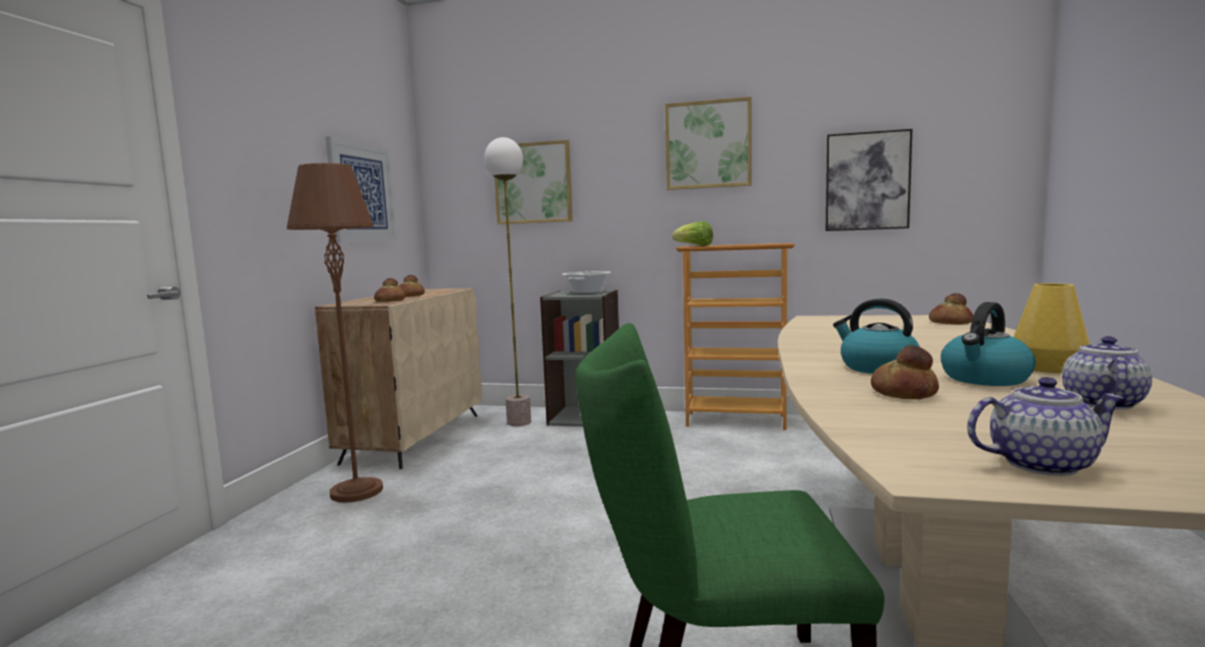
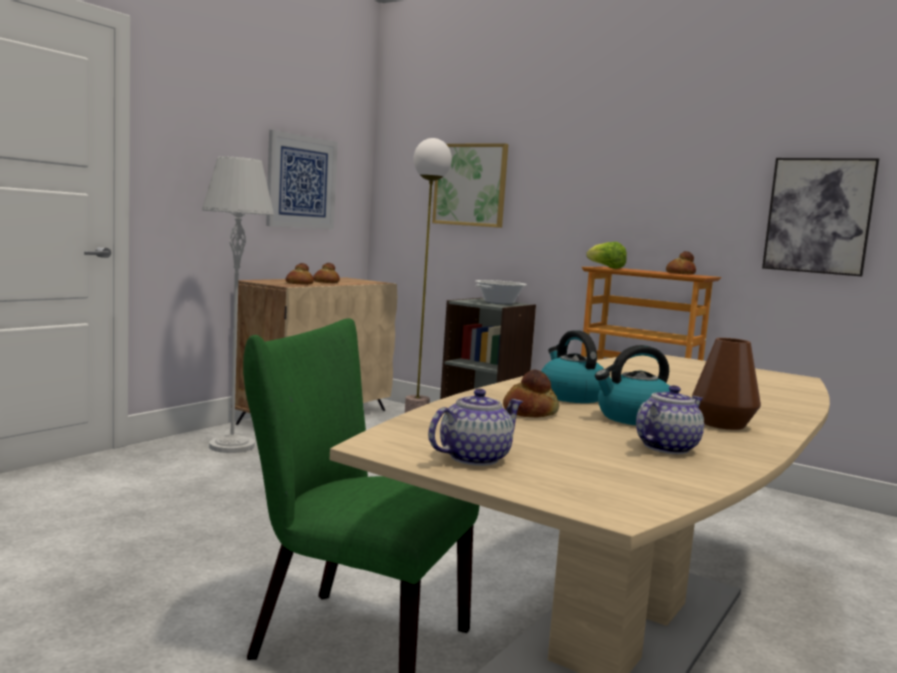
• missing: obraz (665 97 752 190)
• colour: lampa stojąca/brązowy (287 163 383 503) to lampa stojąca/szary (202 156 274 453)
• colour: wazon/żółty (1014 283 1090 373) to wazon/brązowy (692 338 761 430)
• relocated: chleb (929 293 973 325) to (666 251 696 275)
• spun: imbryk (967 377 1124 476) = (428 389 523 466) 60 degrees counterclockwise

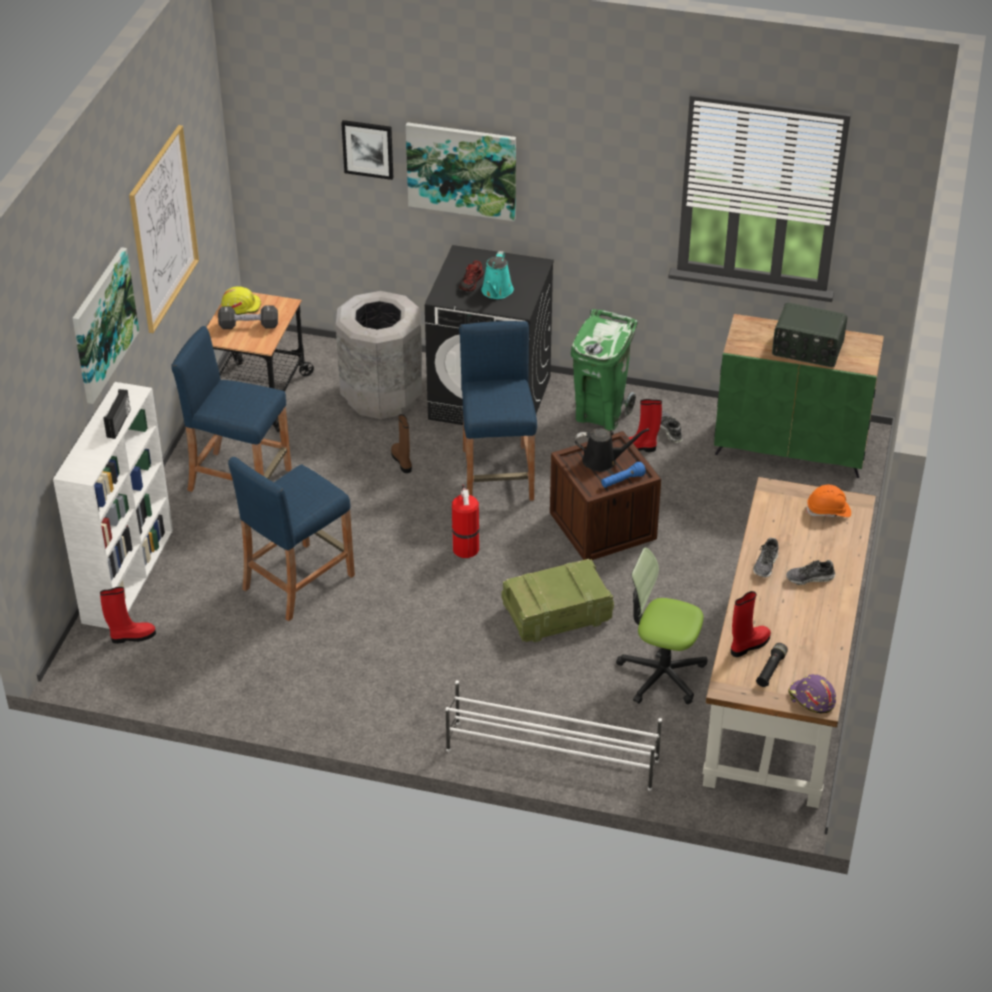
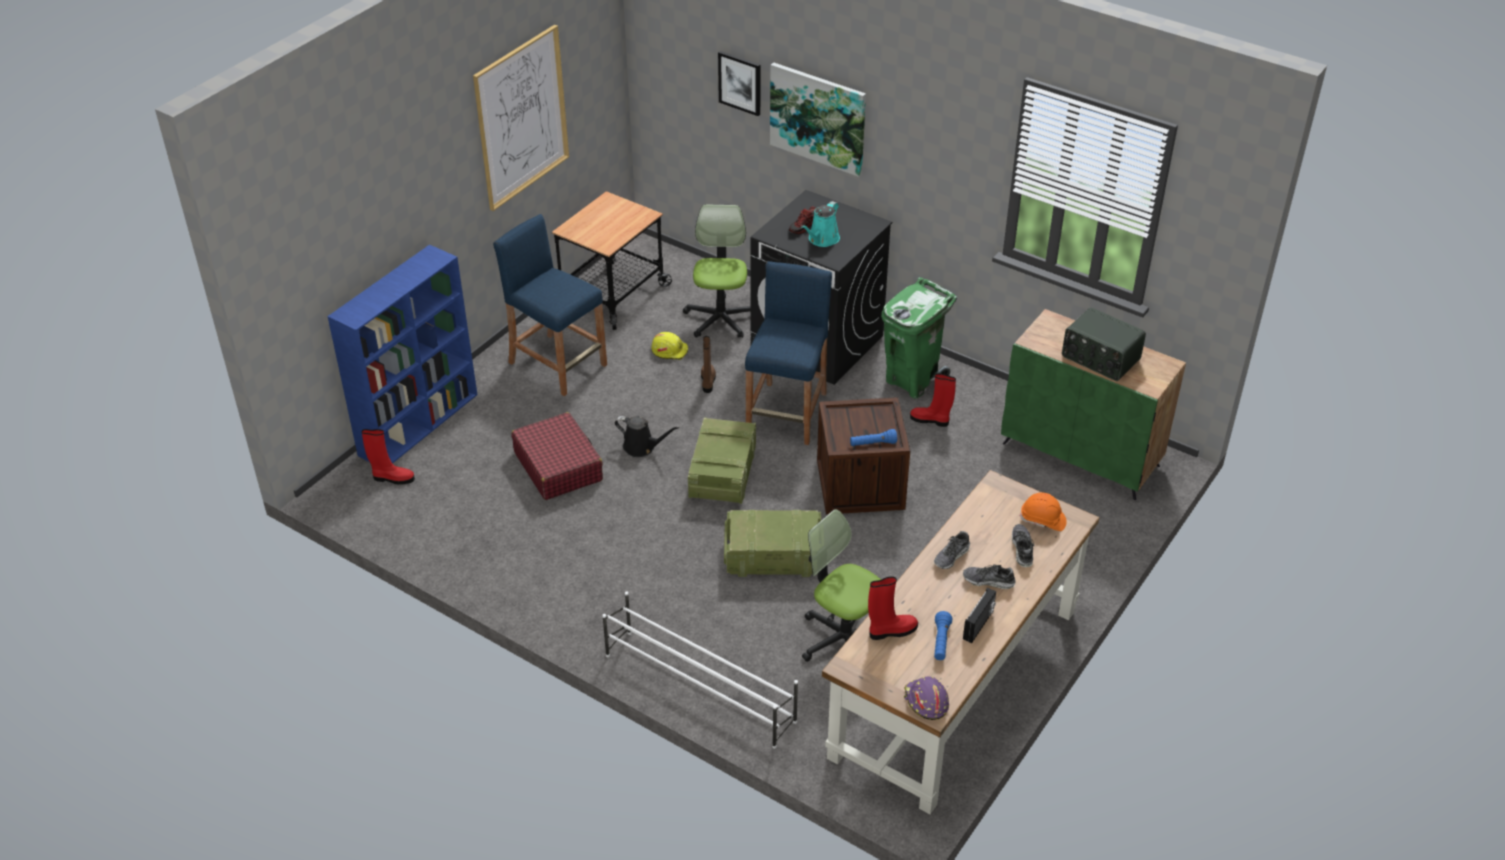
• missing: obraz (72 247 139 404)
• relocated: kask/żółty (221 286 261 315) to (651 332 688 360)
• exchanged: kosz na śmieci/szary (336 291 423 419) to krzesło biurowe (683 204 750 338)
• missing: hantel/czarny (218 305 278 329)
• colour: regał/biały (53 382 173 629) to regał/niebieski (327 245 477 464)
• relocated: radio (103 389 131 439) to (963 588 996 643)
• relocated: but (660 411 683 443) to (1012 524 1034 567)
• relocated: konewka/czarny (575 428 649 472) to (615 416 679 457)
• exchanged: stołek/niebieski (228 457 355 621) to walizka/czerwony (511 412 603 500)
• exchanged: gaśnica (452 485 479 558) to skrzynka (688 417 756 504)
• missing: latarka/czarny (756 643 788 687)
• appeared: latarka/niebieski (934 611 952 660)

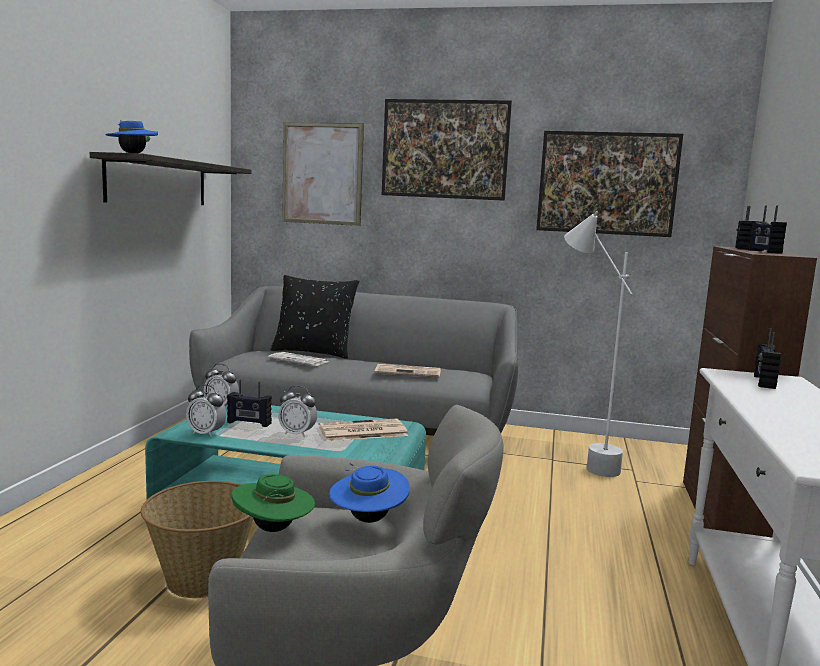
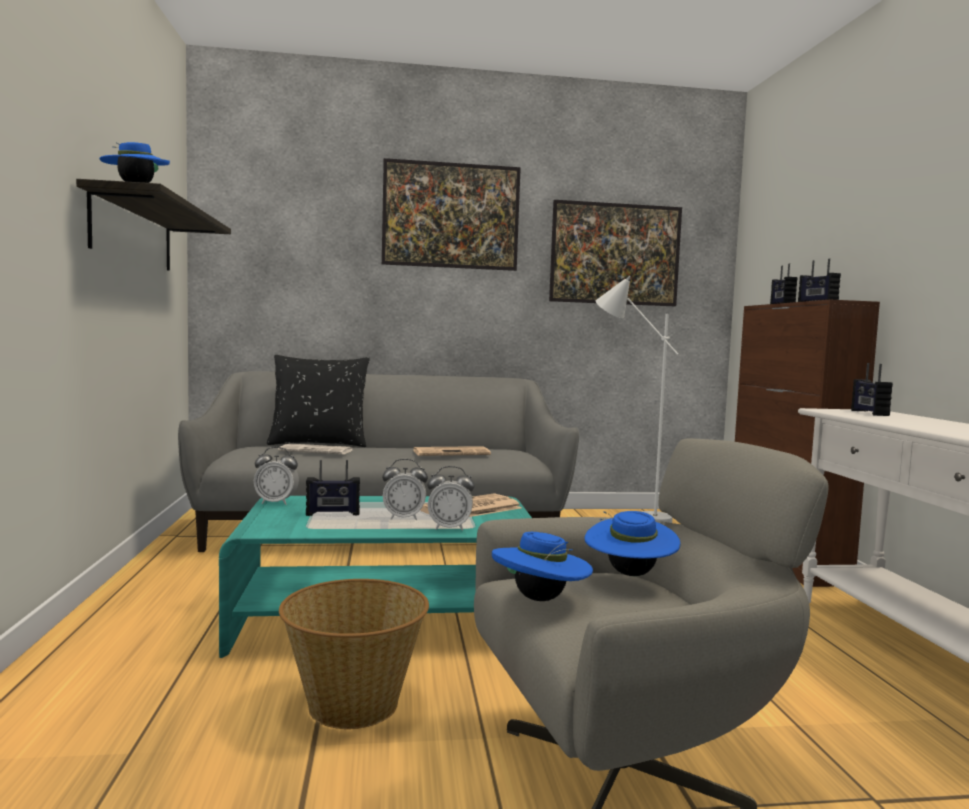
• missing: obraz (282 122 364 226)
• relocated: budzik (186 384 226 437) to (427 466 475 531)
• colour: kapelusz/zielony (231 474 315 532) to kapelusz/niebieski (492 532 593 601)

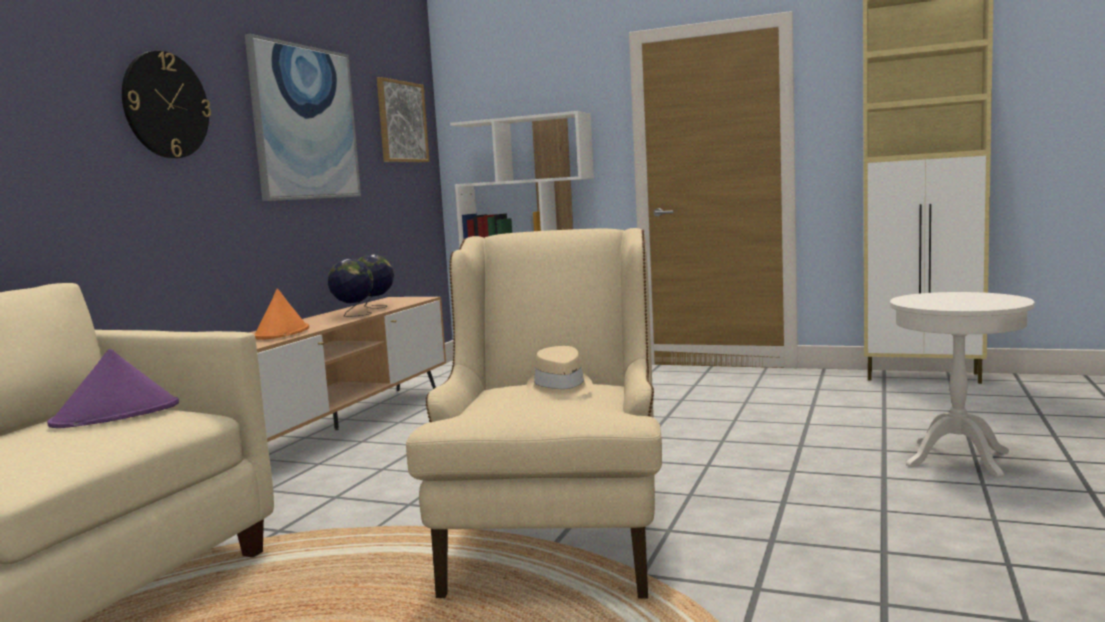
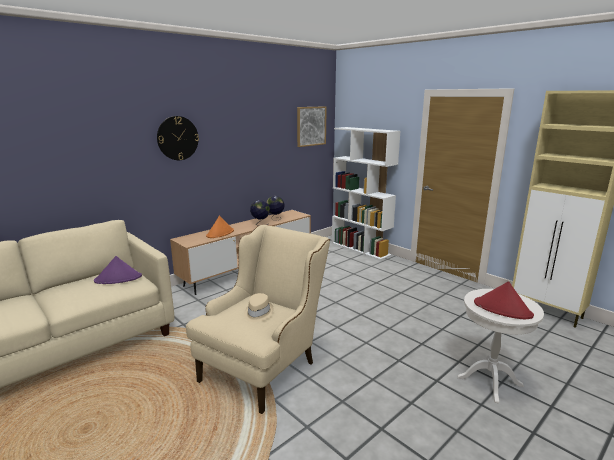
• missing: obraz (245 34 361 201)
• appeared: kapelusz/czerwony (474 281 534 320)

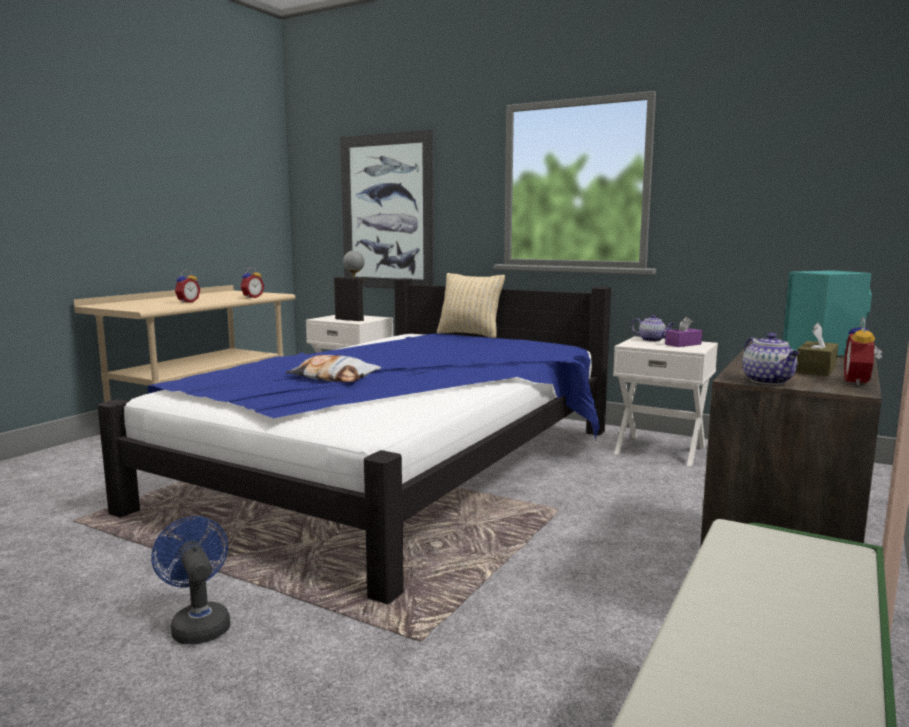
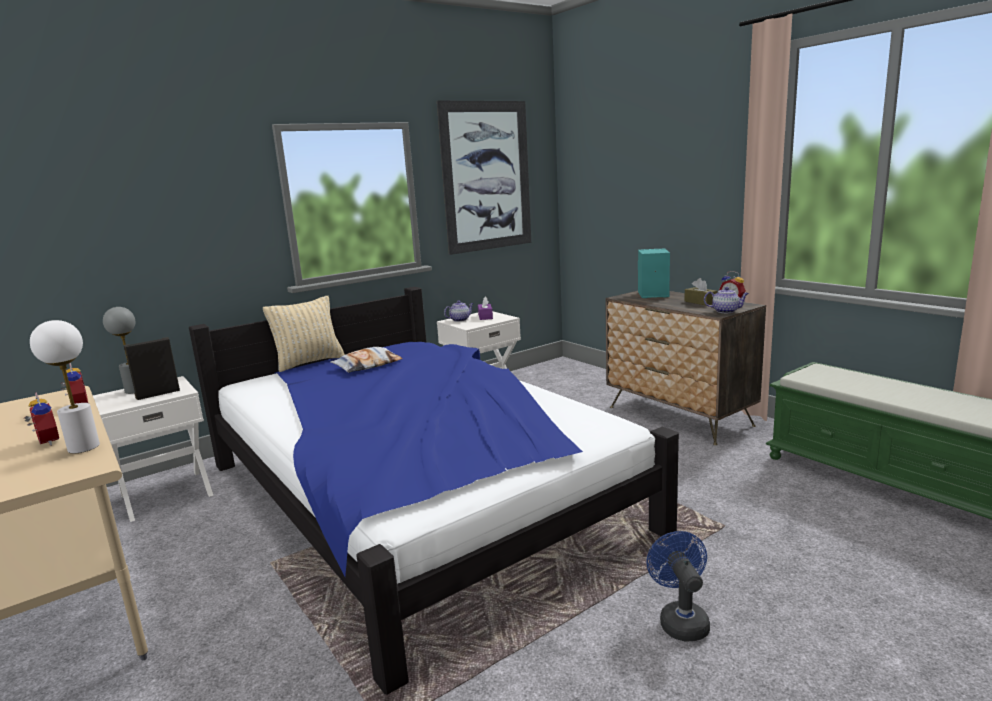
• relocated: obraz (340 130 434 289) to (437 101 531 255)
• relocated: poduszka (285 355 381 382) to (330 347 403 373)
• spun: wentylator/niebieski (151 516 230 644) = (646 531 710 642) 90 degrees clockwise
• appeared: lampa stołowa/biały (30 320 100 453)

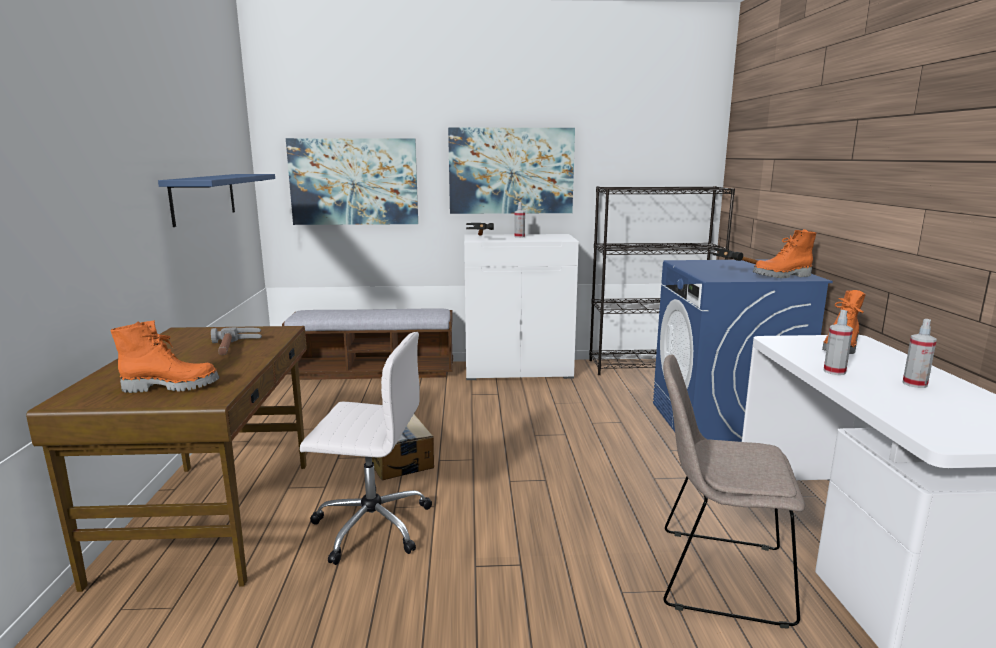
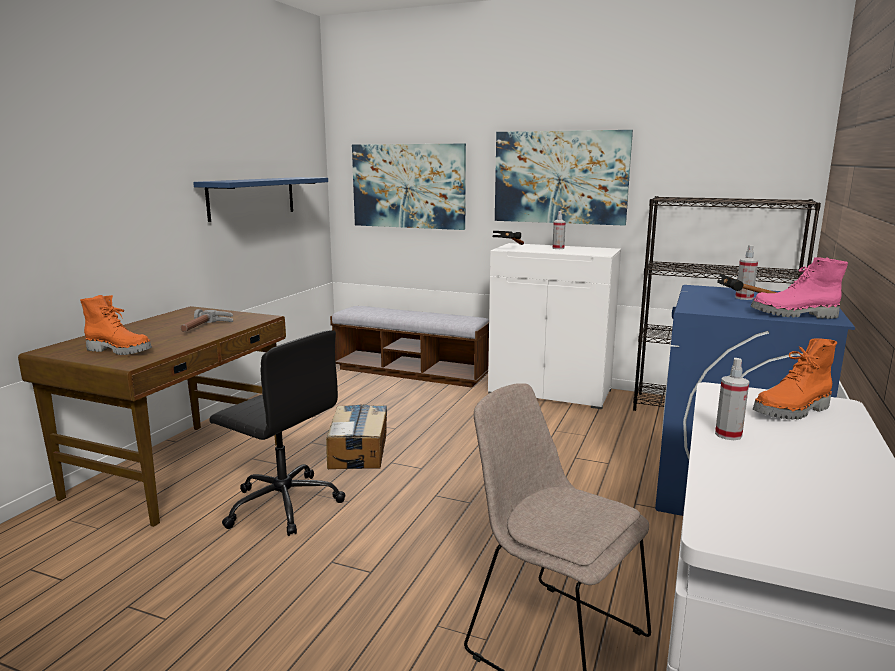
• colour: but z cholewką/pomarańczowy (753 229 816 278) to but z cholewką/różowy (751 257 848 319)
• relocated: spryskiwacz (903 319 937 388) to (735 245 758 300)
• colour: krzesło biurowe/biały (300 332 432 565) to krzesło biurowe/czarny (210 330 345 536)

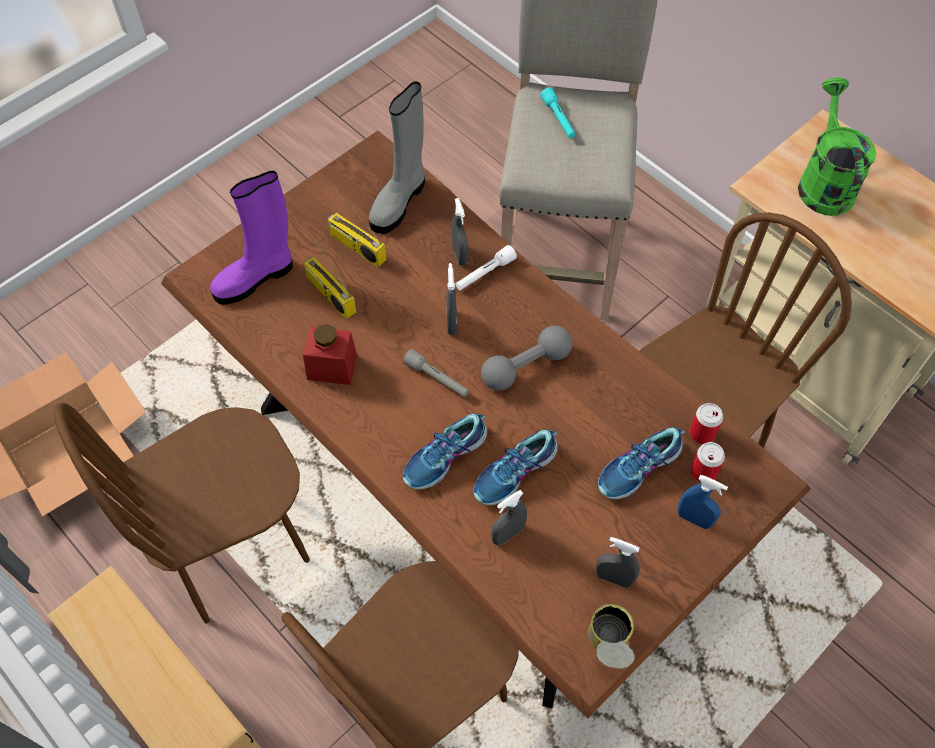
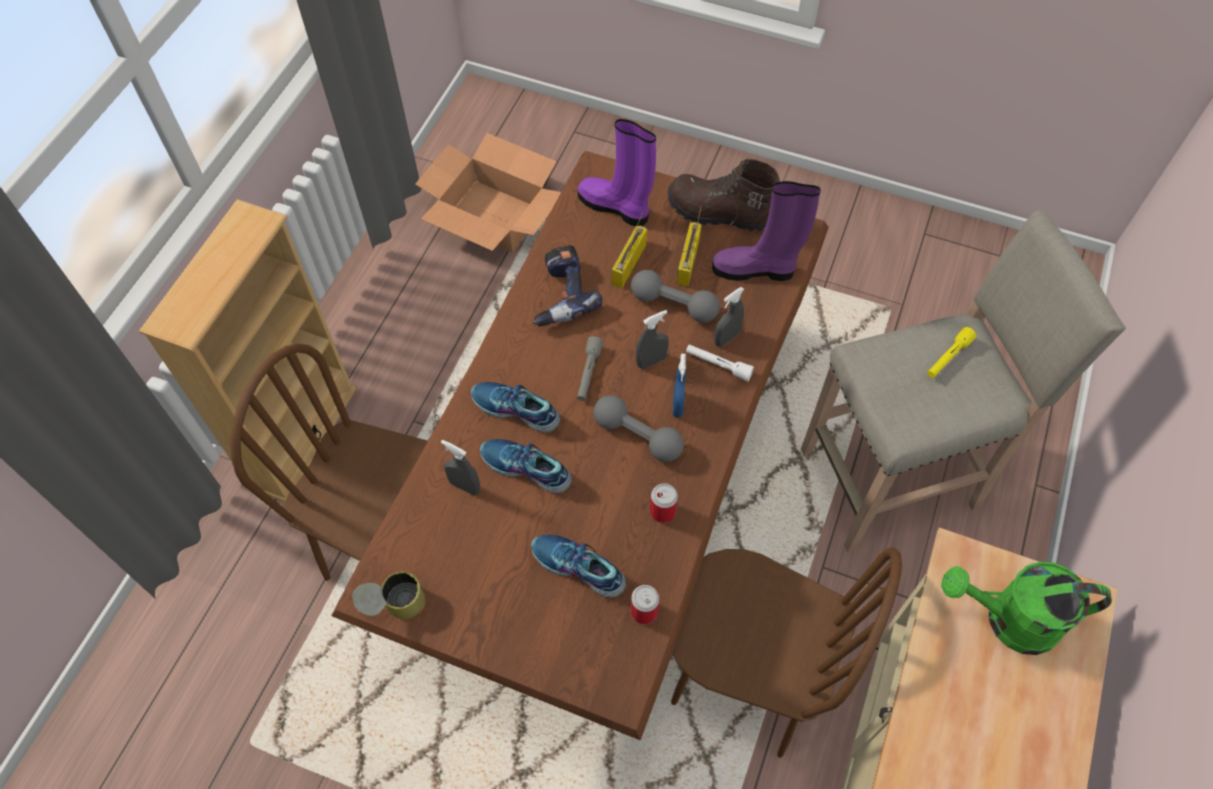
• spun: konewka/zielony (798 78 876 216) = (941 562 1112 655) 150 degrees counterclockwise
• colour: but z cholewką/szary (369 81 425 234) to but z cholewką/fioletowy (712 181 821 281)
• colour: latarka/turkusowy (540 87 576 138) to latarka/żółty (927 327 976 378)
• exchanged: słoik/czerwony (303 324 357 385) to wiertarka (533 245 602 326)
• missing: krzesło/brązowy (54 403 310 624)
• relocated: puszka (691 442 725 482) to (650 483 678 523)
• relocated: spryskiwacz/niebieski (678 475 728 529) to (673 354 686 418)
• missing: spryskiwacz/szary (596 537 640 588)
• appeared: but z cholewką/brązowy (668 159 780 231)
• appeared: hantel/szary (631 270 720 323)

